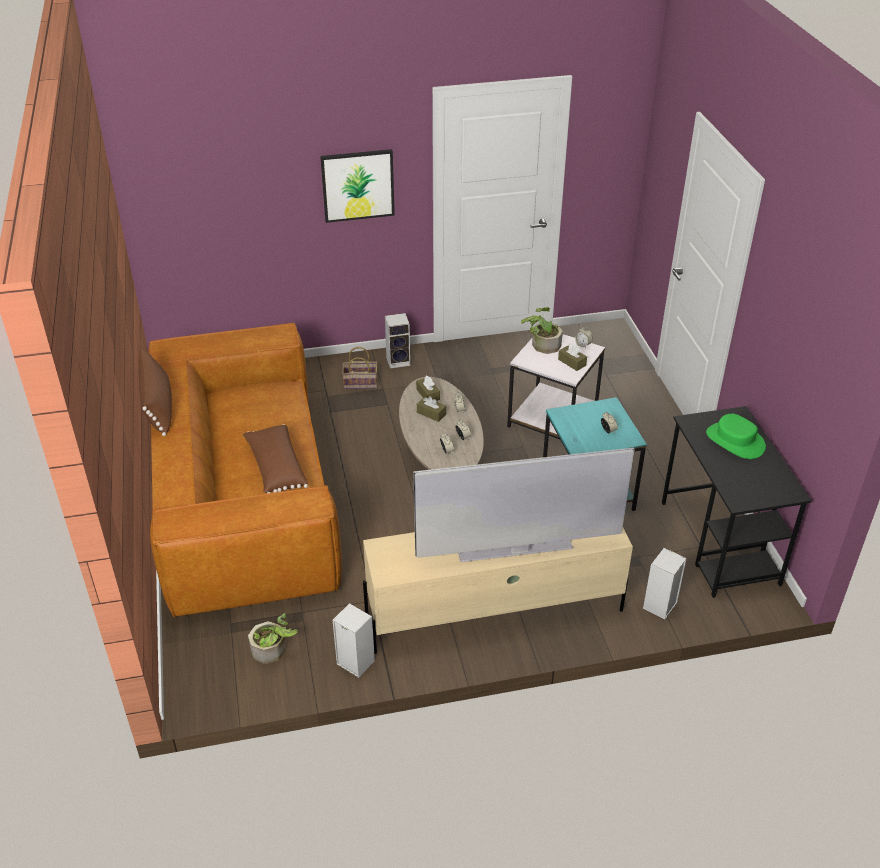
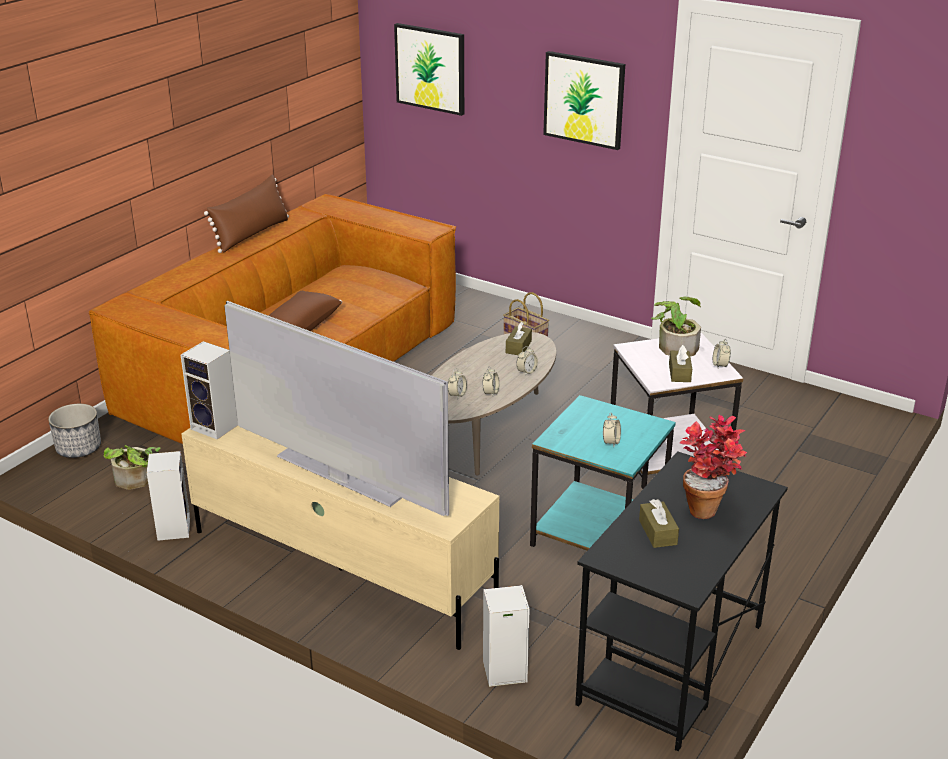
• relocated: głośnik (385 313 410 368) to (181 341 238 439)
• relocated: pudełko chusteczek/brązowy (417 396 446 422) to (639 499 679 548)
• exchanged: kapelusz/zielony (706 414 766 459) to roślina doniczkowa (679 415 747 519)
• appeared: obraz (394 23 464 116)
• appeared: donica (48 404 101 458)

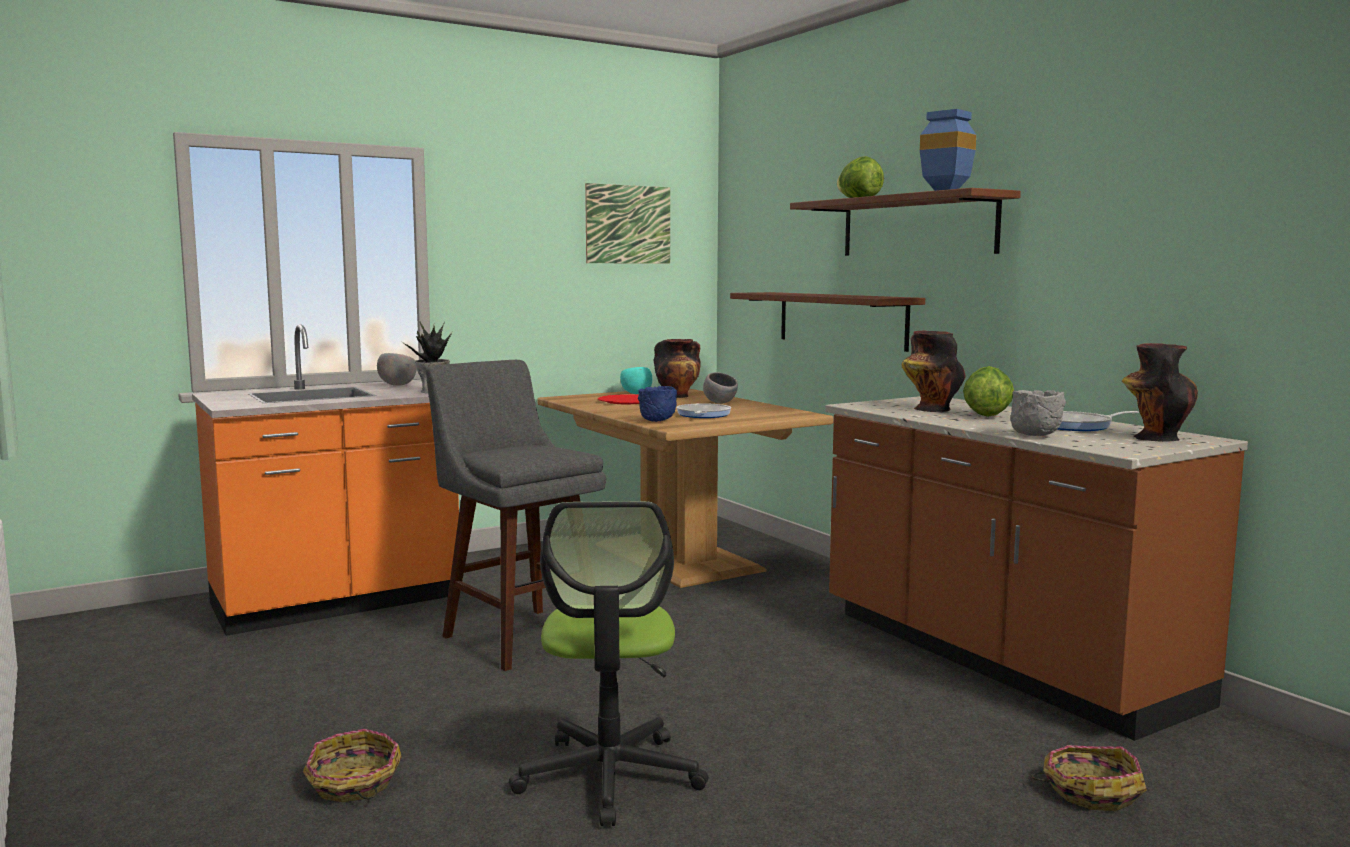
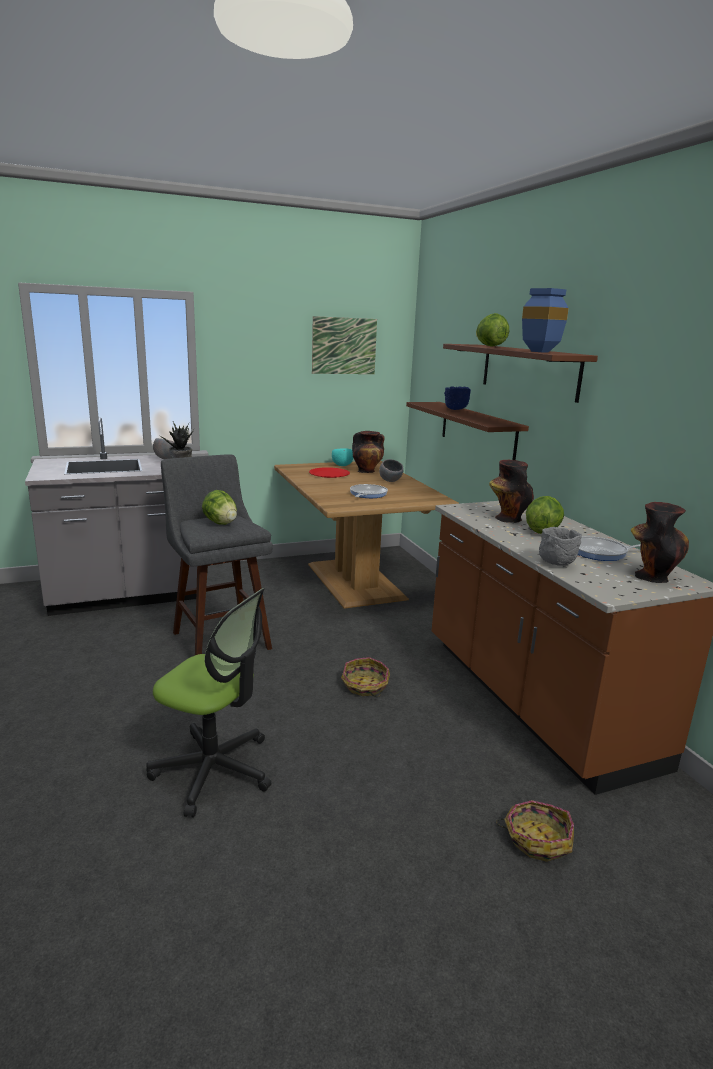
• colour: zabudowa kuchenna/pomarańczowy (192 324 459 636) to zabudowa kuchenna/szary (25 417 197 616)
• relocated: miska/niebieski (638 386 677 422) to (444 386 471 410)
• spun: krzesło biurowe (509 501 709 826) = (146 588 272 818) 75 degrees counterclockwise
• relocated: koszyk (303 729 402 802) to (341 657 390 697)
• appeared: sałata (202 490 237 525)

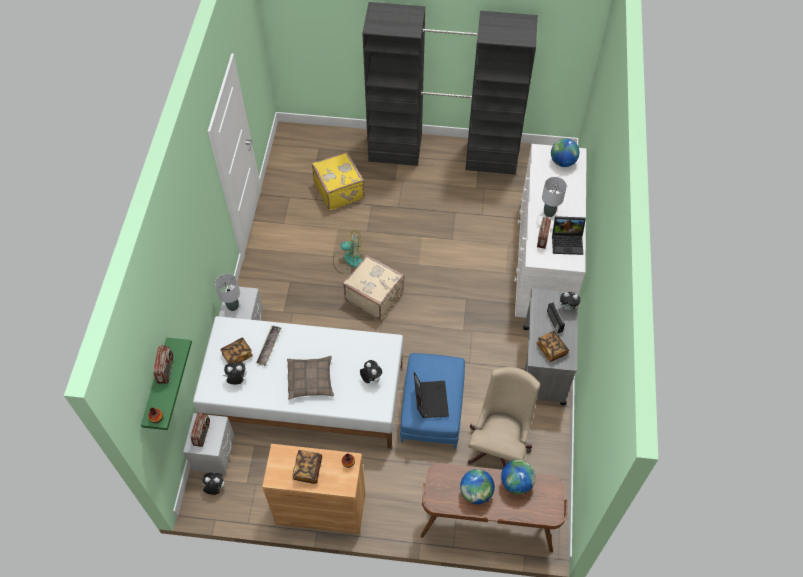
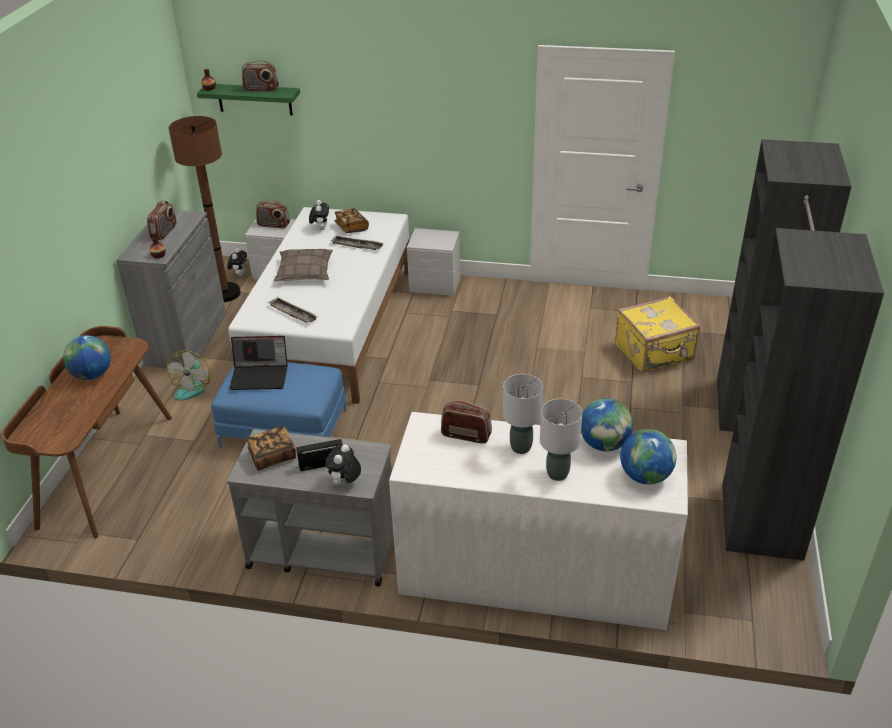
• missing: laptop (552 216 586 255)
• relocated: wentylator (333 230 362 274) to (167 350 210 401)
• missing: walizka/beżowy (343 255 404 320)
• relocated: lampa stołowa/szary (215 274 240 311) to (540 399 583 481)
• exchanged: pluszak (360 360 382 383) to taca (268 297 318 323)
• missing: krzesło biurowe/beżowy (468 367 540 467)
• colour: szafka/brązowy (262 444 365 534) to szafka/szary (116 210 226 368)
• exchanged: książka (293 450 322 484) to radio (147 201 177 240)
• relocated: globus (501 459 536 494) to (581 398 633 451)
• appeared: lampa stojąca/brązowy (169 116 241 302)

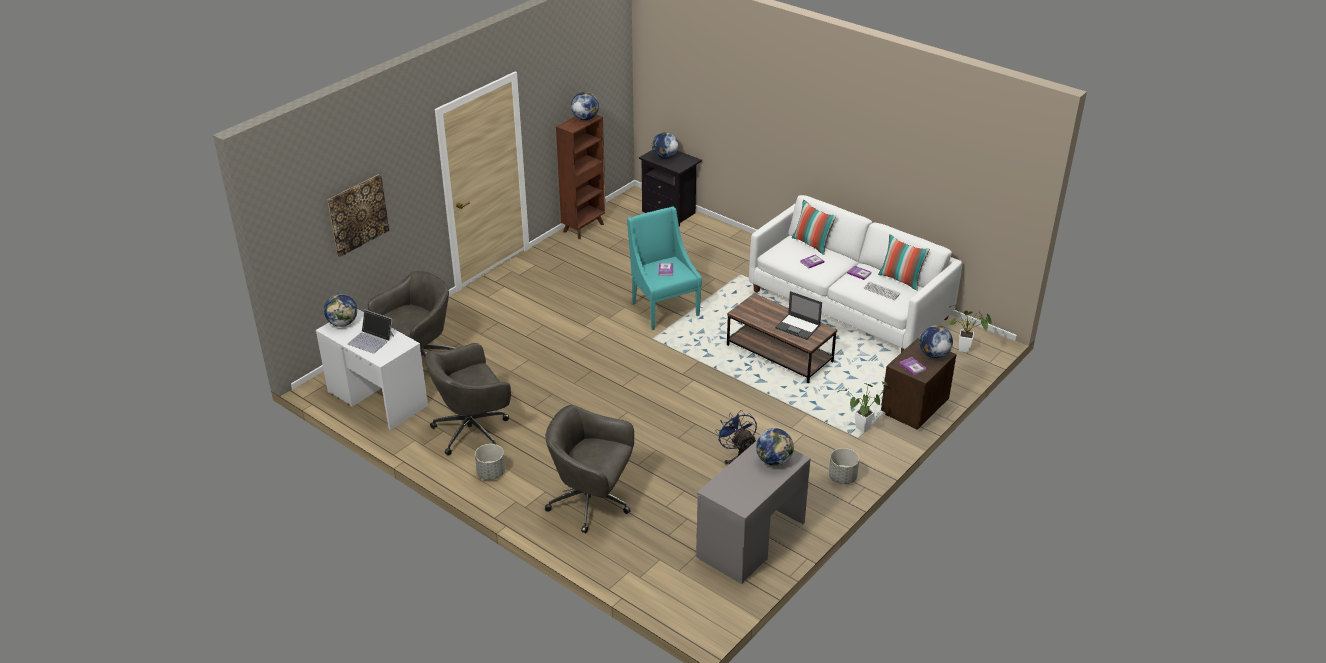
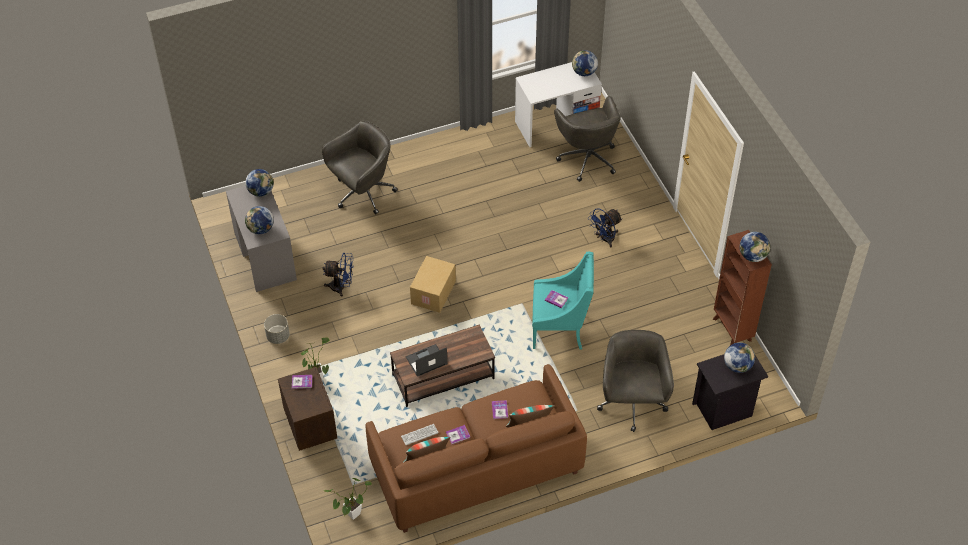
• missing: obraz (327 174 389 257)
• colour: kanapa/biały (749 195 962 352) to kanapa/brązowy (365 364 587 533)
• missing: laptop (347 310 394 354)
• relocated: globus (919 325 953 358) to (245 169 274 197)
• relocated: krzesło biurowe/szary (425 343 511 456) to (597 330 674 432)
• missing: donica/szary (475 444 505 480)
• appeared: wentylator/niebieski (588 208 622 247)
• appeared: karton (410 256 456 313)

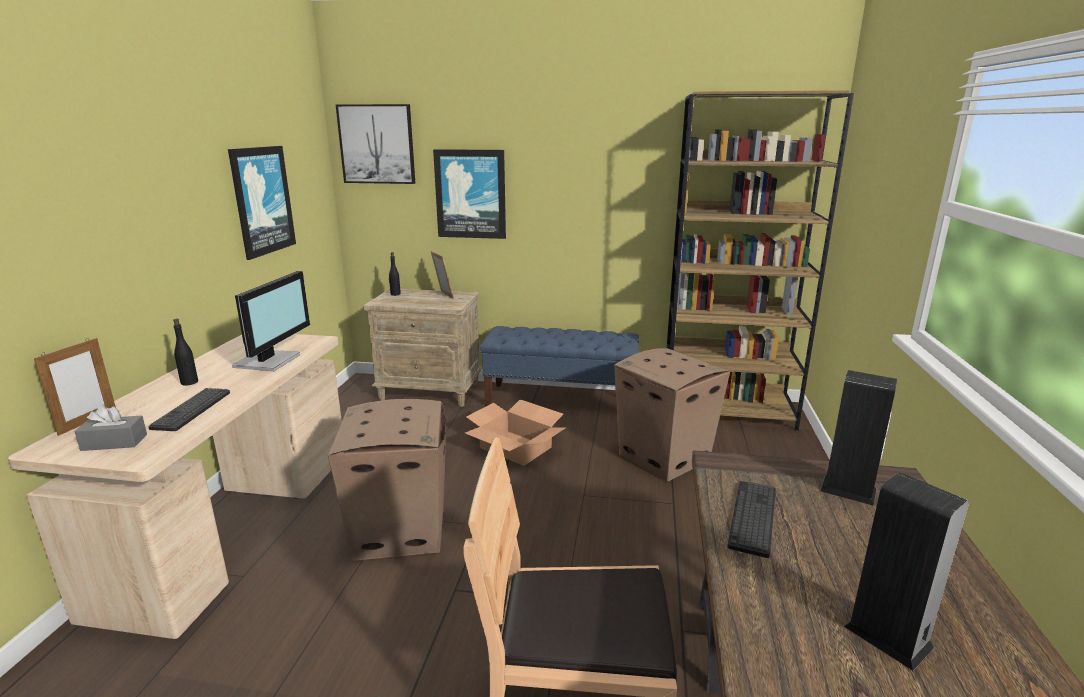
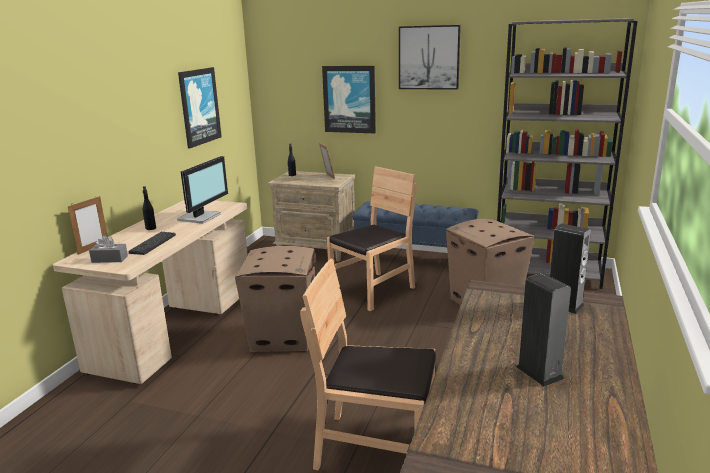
• colour: regał/brązowy (667 90 854 431) to regał/szary (497 18 638 289)
• relocated: obraz (336 104 415 184) to (399 25 461 90)
• exchanged: karton (465 399 566 466) to krzesło/brązowy (327 166 417 311)
• missing: klawiatura (727 481 776 558)

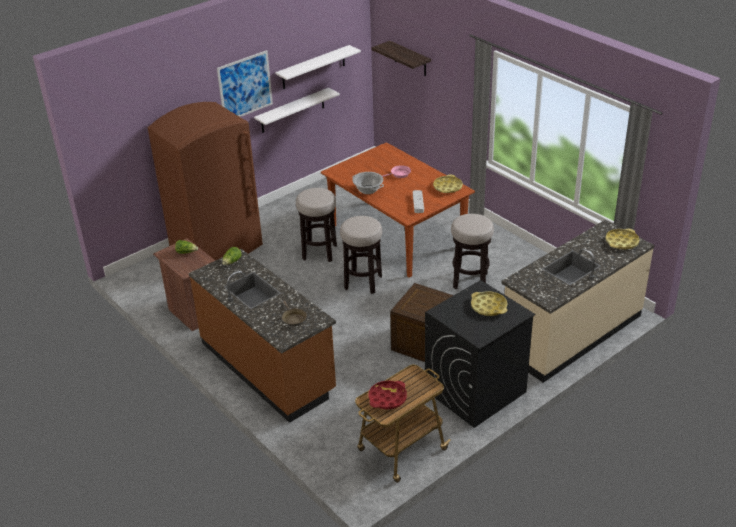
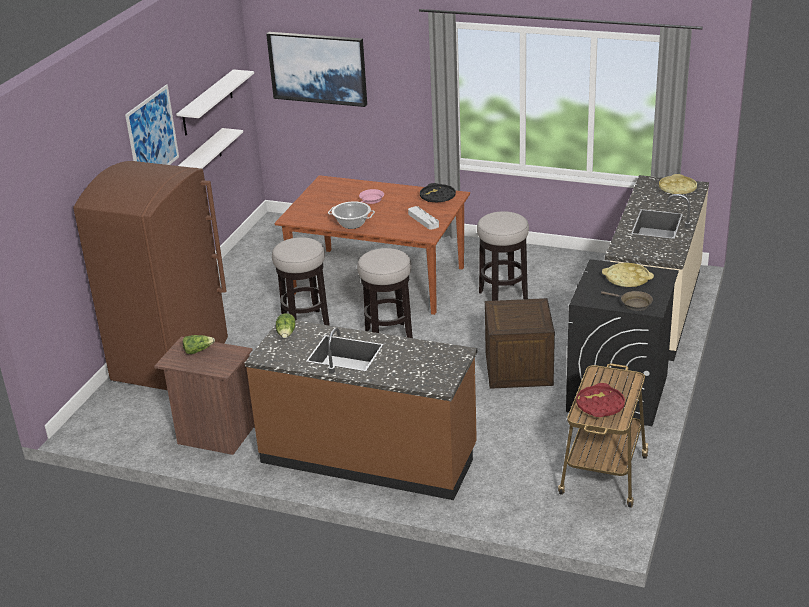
• exchanged: półka (371 41 431 76) to obraz (266 32 367 107)
• colour: taca/żółty (433 175 463 193) to taca/czarny (420 183 456 203)
• relocated: patelnia/brązowy (282 301 307 326) to (601 291 653 311)

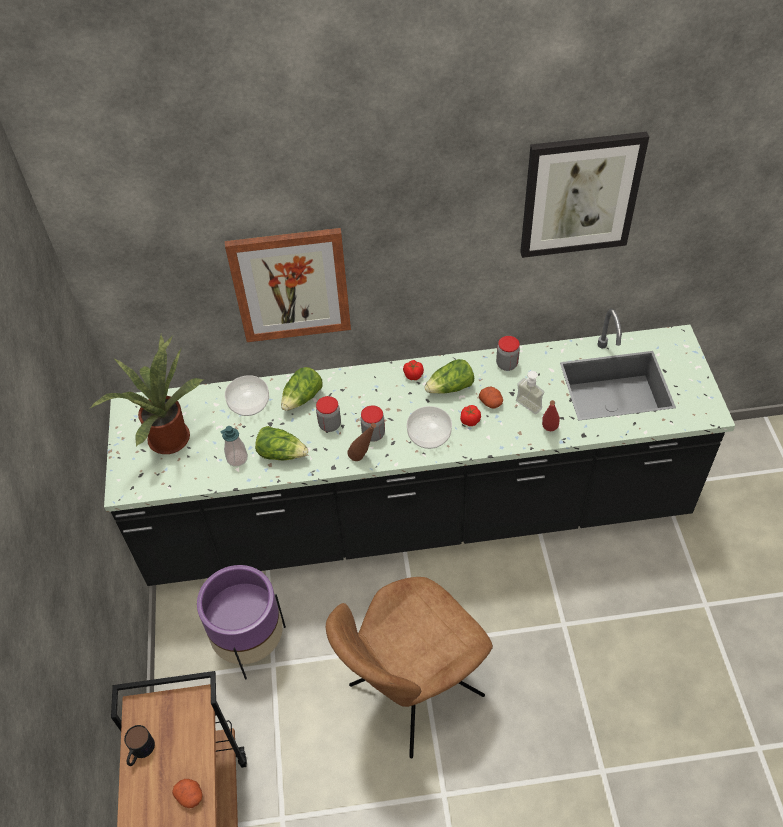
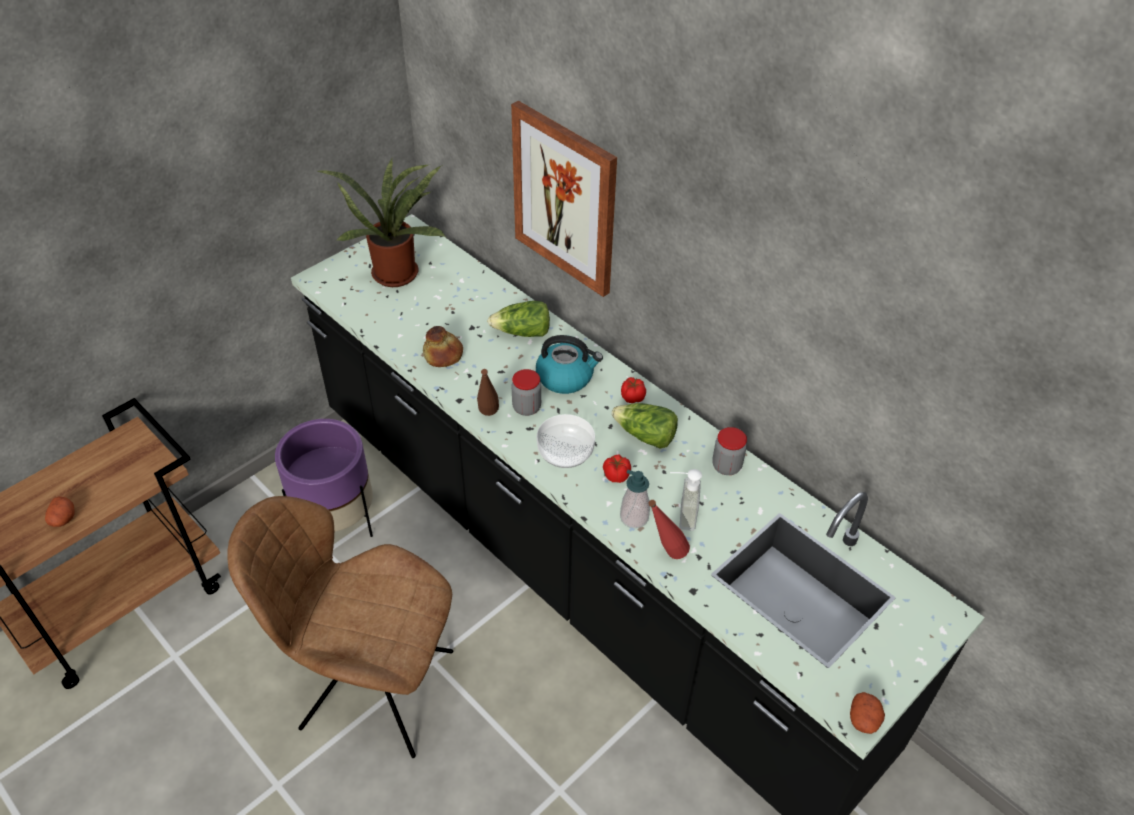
• missing: obraz (520 132 649 258)
• missing: miska (225 375 269 416)
• relocated: ziemniak (479 387 503 409) to (850 692 885 734)
• missing: słoik (316 396 341 432)
• relocated: dozownik mydła (220 426 248 467) to (620 470 650 528)
• exchanged: sałata (255 426 308 460) to chleb (423 326 463 367)
• missing: kubek (124 725 155 766)
• appeared: czajnik (536 335 603 394)

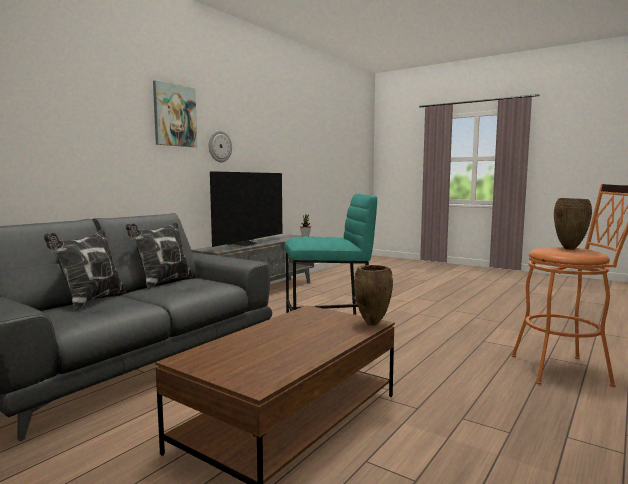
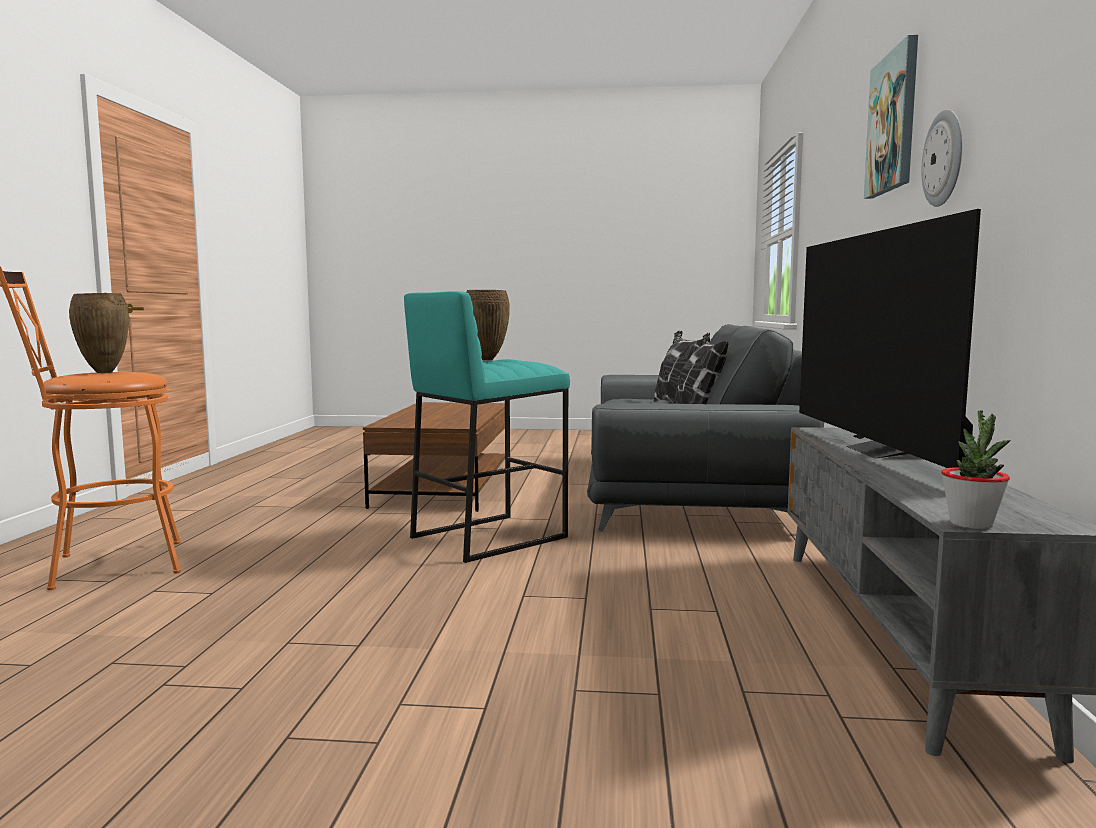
• relocated: wazon/brązowy (354 265 393 326) to (466 290 510 360)

